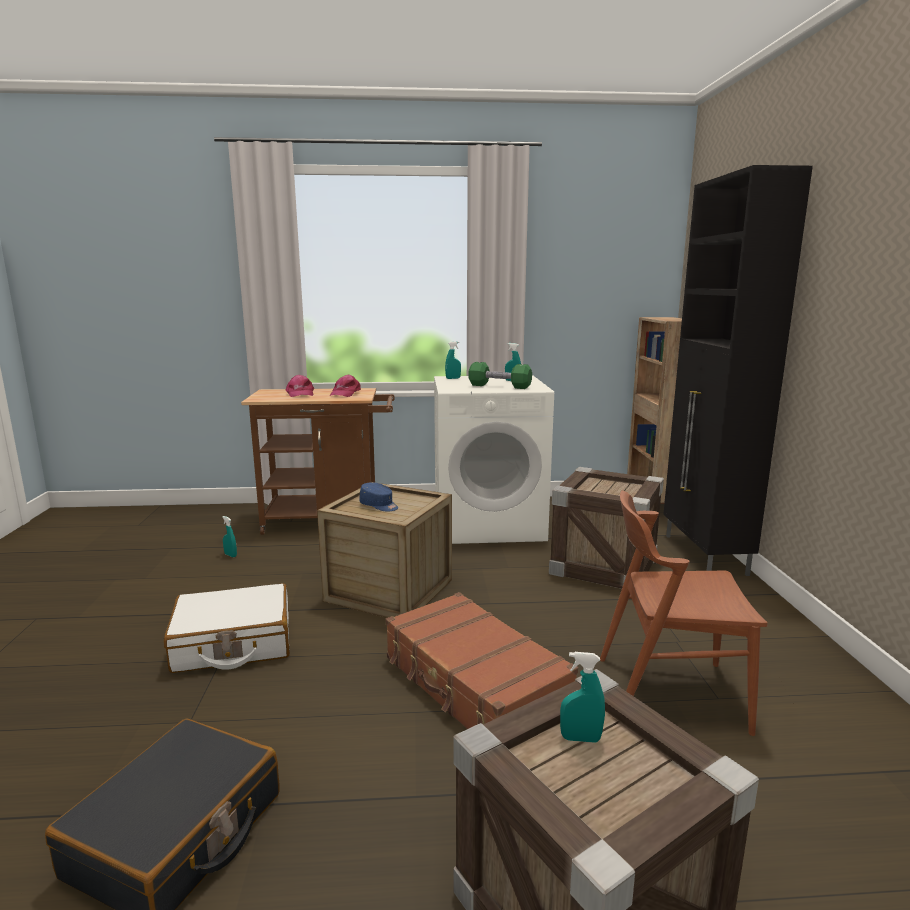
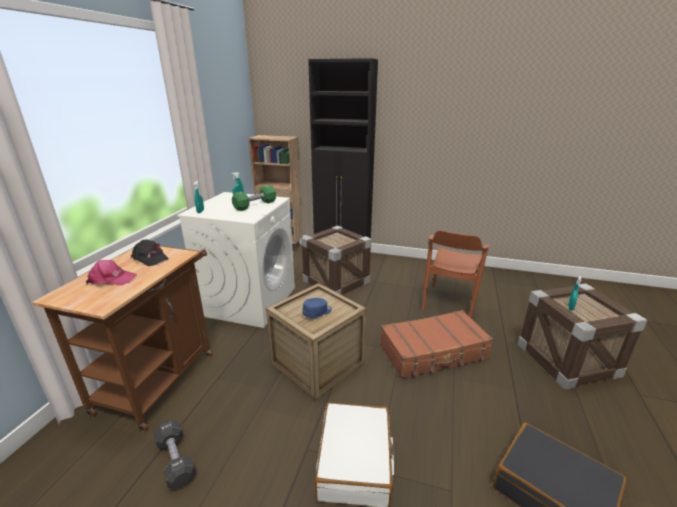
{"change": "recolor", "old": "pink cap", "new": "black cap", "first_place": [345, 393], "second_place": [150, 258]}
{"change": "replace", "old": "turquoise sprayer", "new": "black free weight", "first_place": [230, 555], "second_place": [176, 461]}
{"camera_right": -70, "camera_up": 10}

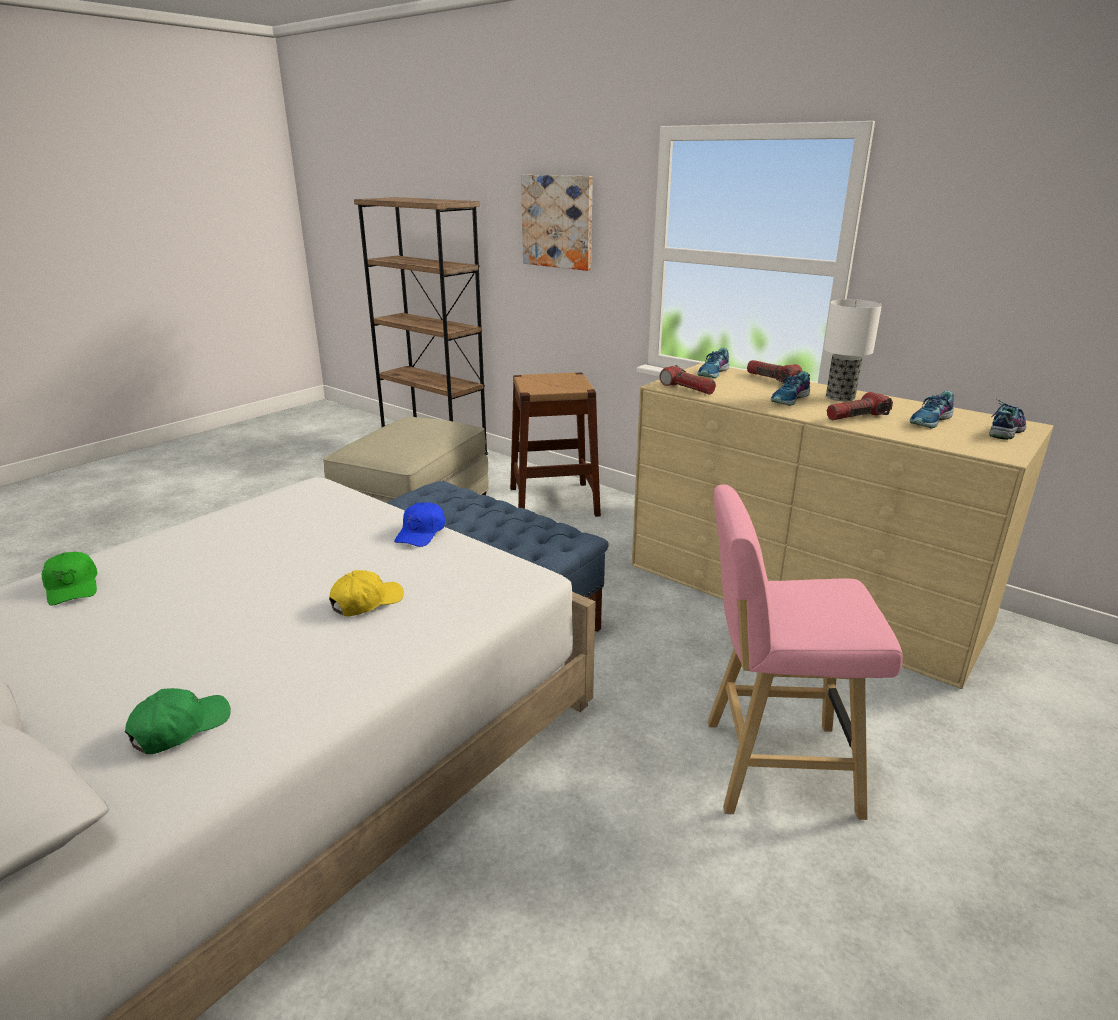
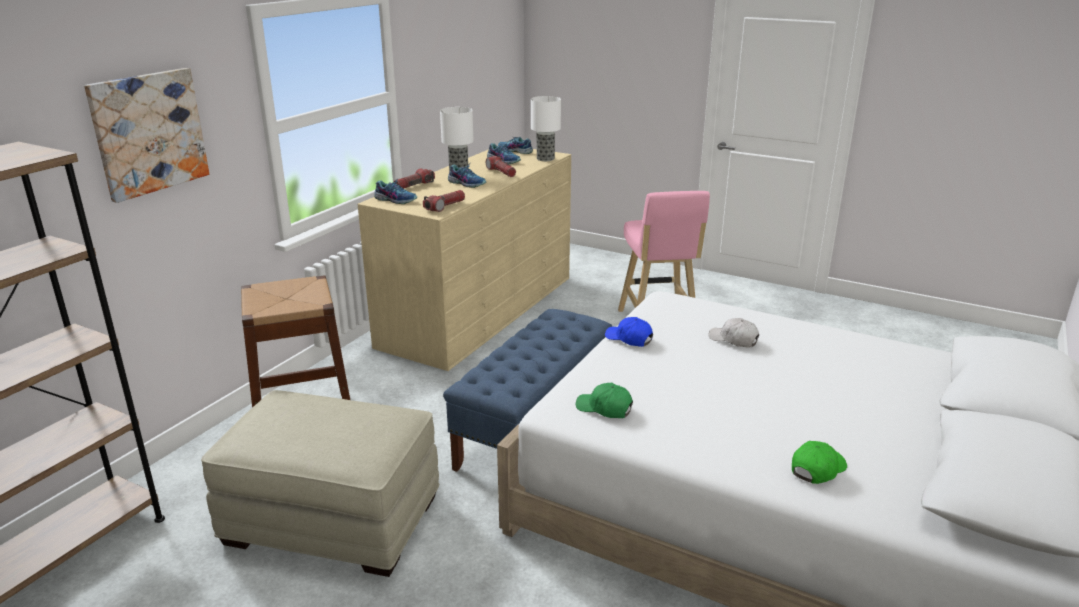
{"change": "rotate", "old": "blue-coloured cap", "first_place": [421, 533], "second_place": [629, 339], "degrees": -150}
{"change": "recolor", "old": "yellowish cap", "new": "white cap", "first_place": [366, 602], "second_place": [733, 340]}
{"change": "move", "old": "green cap", "first_place": [180, 728], "second_place": [604, 408]}
{"change": "insert", "new": "lamp for a table", "second_place": [545, 159]}
{"camera_right": -100, "camera_up": 0}

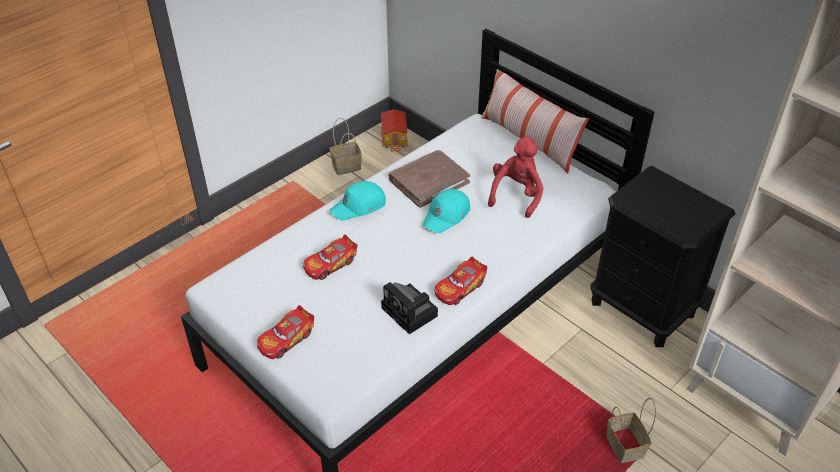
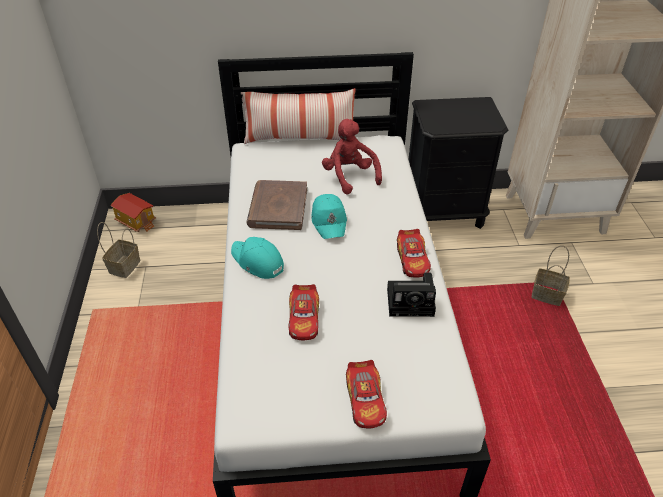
{"change": "rotate", "old": "turquoise cap", "first_place": [359, 206], "second_place": [257, 262], "degrees": 120}
{"camera_right": -50, "camera_up": 0}

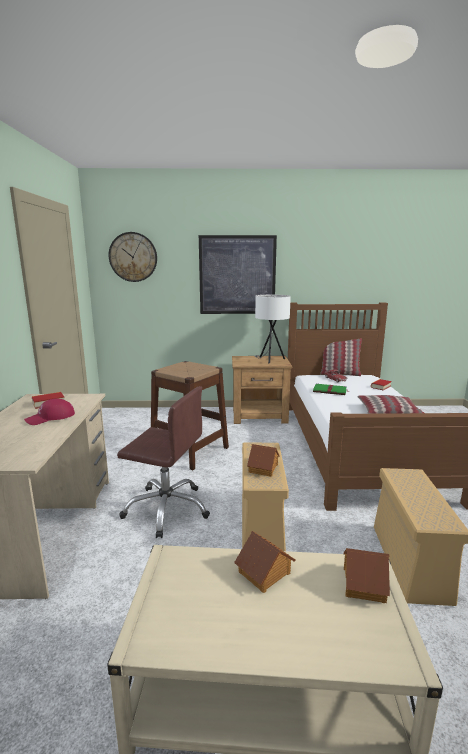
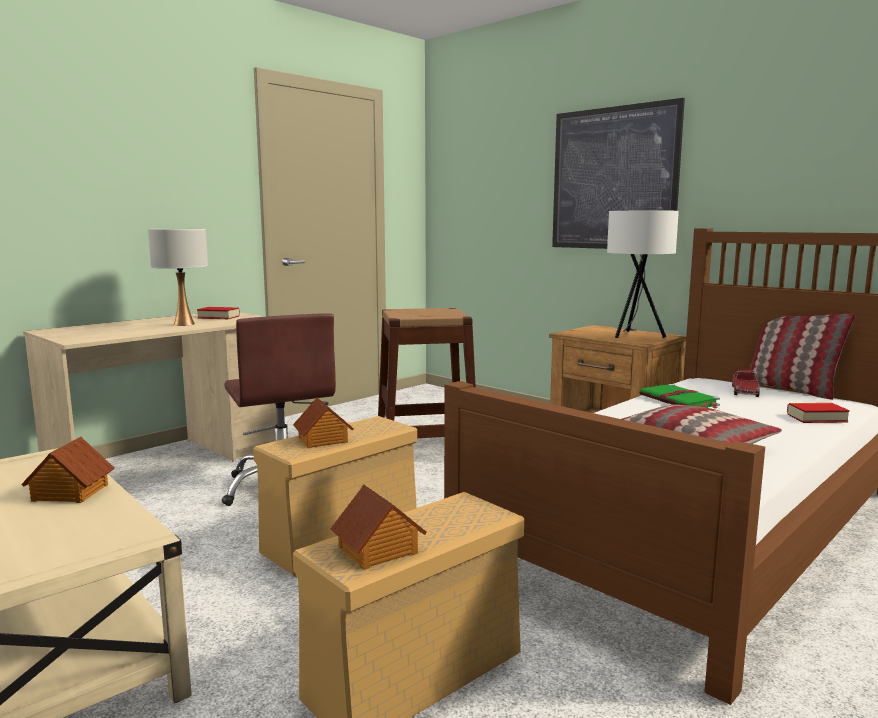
{"change": "delete", "old": "hanging clock", "first_place": [133, 257]}
{"change": "replace", "old": "red-coloured cap", "new": "white lamp for a table", "first_place": [50, 417], "second_place": [184, 324]}
{"change": "move", "old": "toy house", "first_place": [364, 584], "second_place": [378, 550]}
{"camera_right": 45, "camera_up": -5}

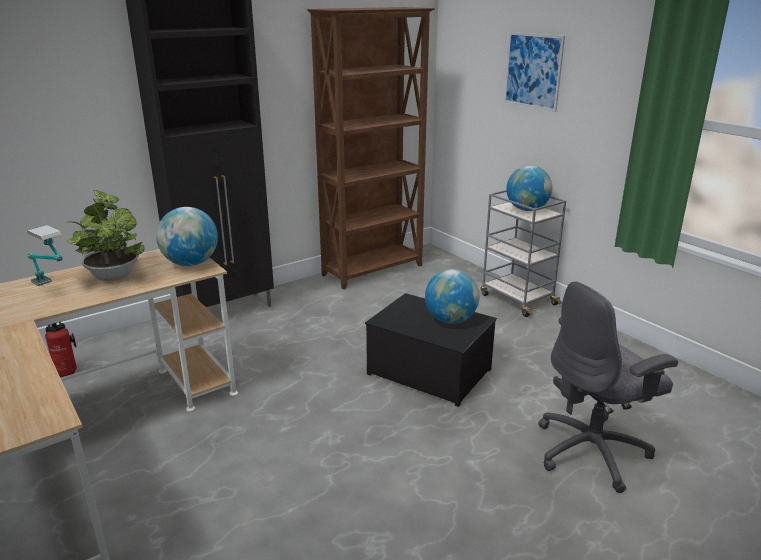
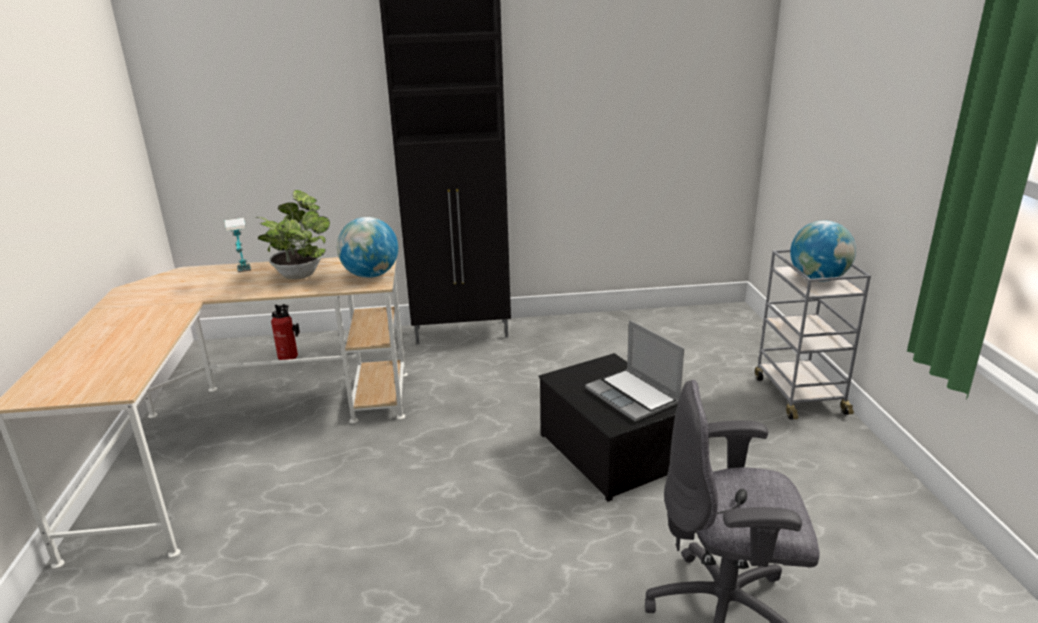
{"change": "delete", "old": "brownish bookcase", "first_place": [374, 270]}
{"change": "delete", "old": "picture", "first_place": [533, 71]}
{"change": "replace", "old": "globe", "new": "laptop", "first_place": [450, 320], "second_place": [634, 396]}
{"camera_right": 30, "camera_up": 0}

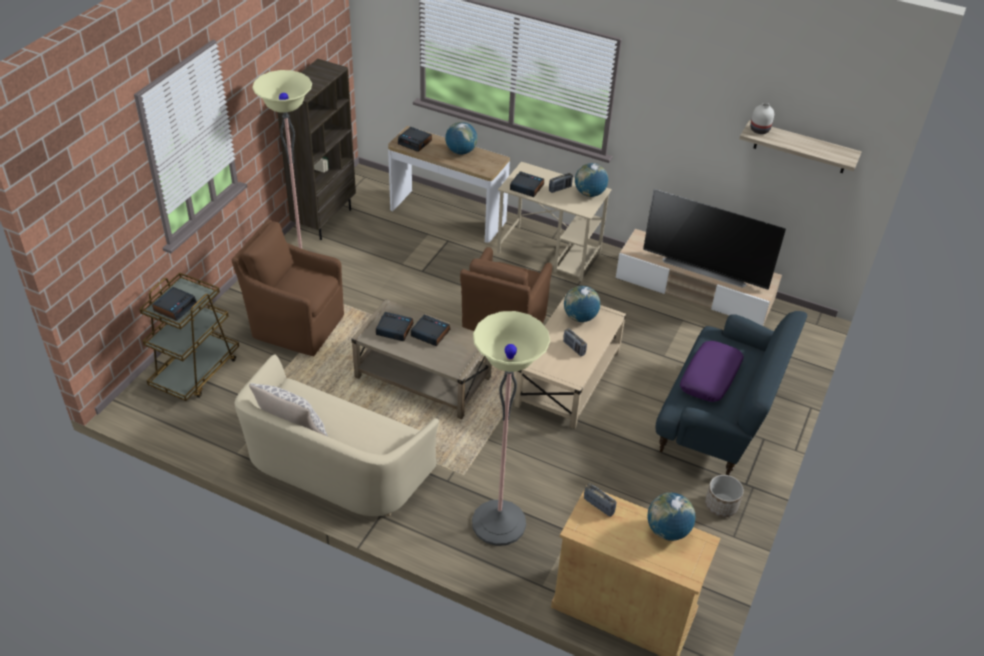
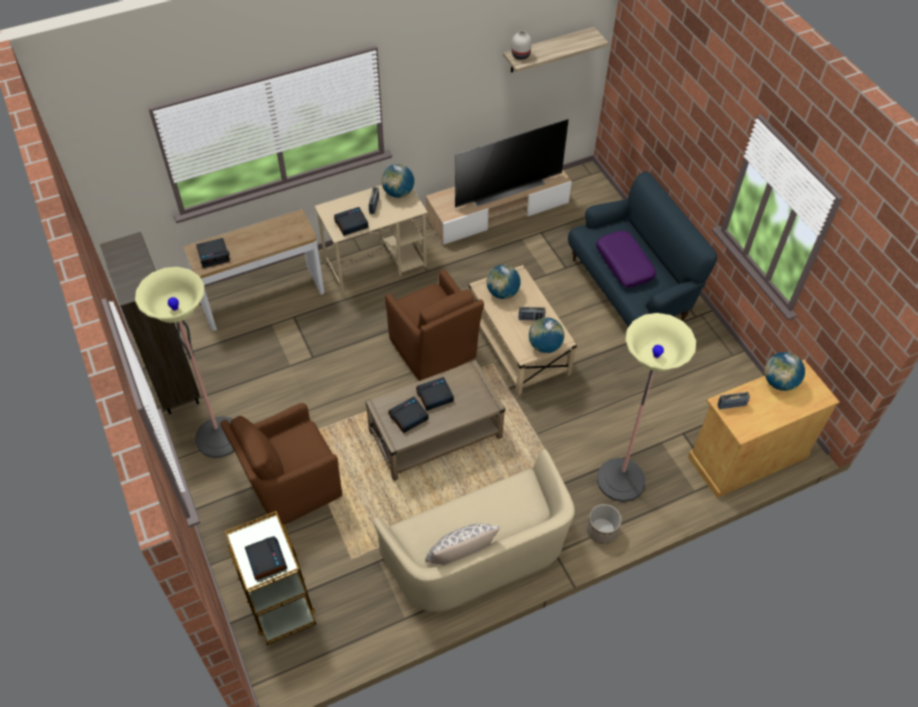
{"change": "move", "old": "globe", "first_place": [461, 151], "second_place": [545, 346]}
{"change": "move", "old": "flower pot", "first_place": [721, 505], "second_place": [601, 531]}
{"camera_right": -50, "camera_up": 10}

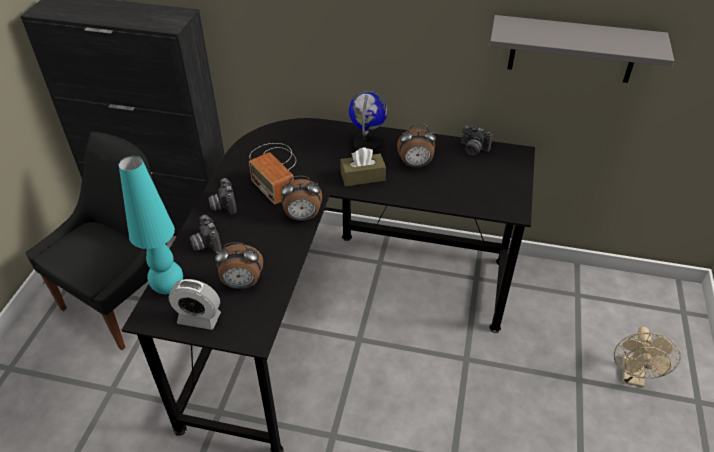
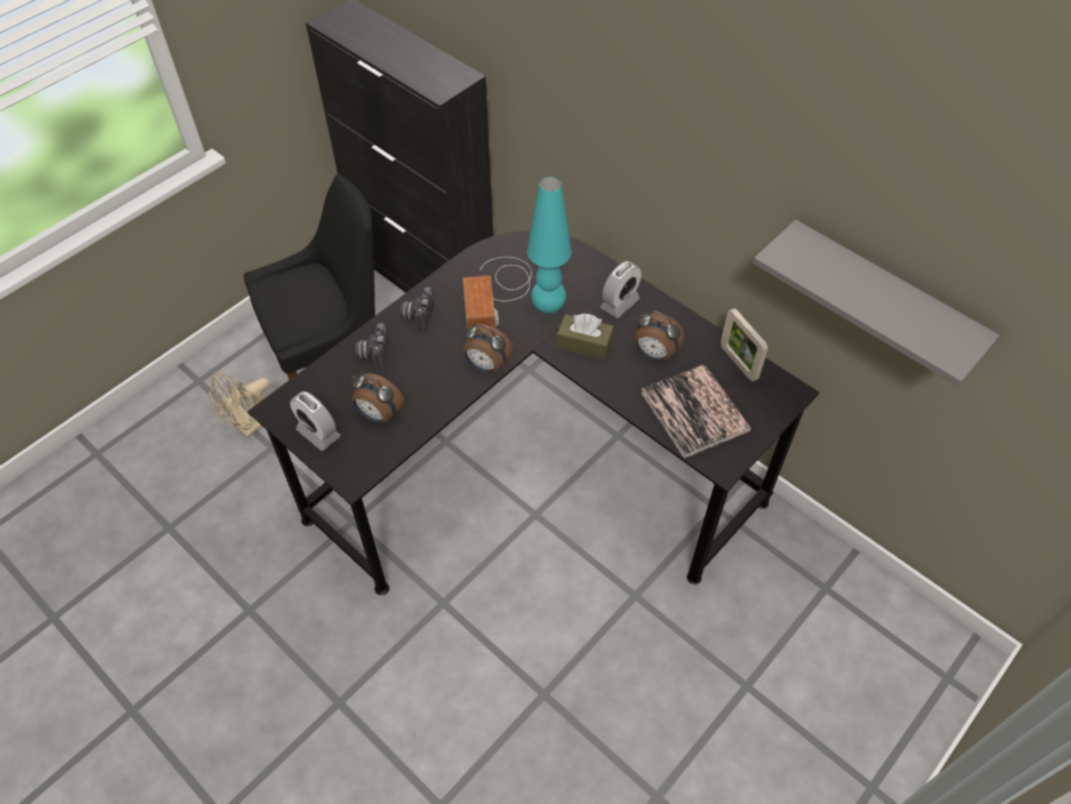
{"change": "replace", "old": "globe", "new": "bedside clock", "first_place": [367, 144], "second_place": [619, 303]}
{"change": "replace", "old": "photo camera", "new": "photo frame", "first_place": [473, 149], "second_place": [738, 363]}
{"change": "move", "old": "turquoise lamp for a table", "first_place": [169, 288], "second_place": [548, 308]}
{"change": "move", "old": "beige fan", "first_place": [632, 377], "second_place": [250, 426]}
{"change": "insert", "new": "bound book", "second_place": [694, 411]}
{"camera_right": 30, "camera_up": 10}

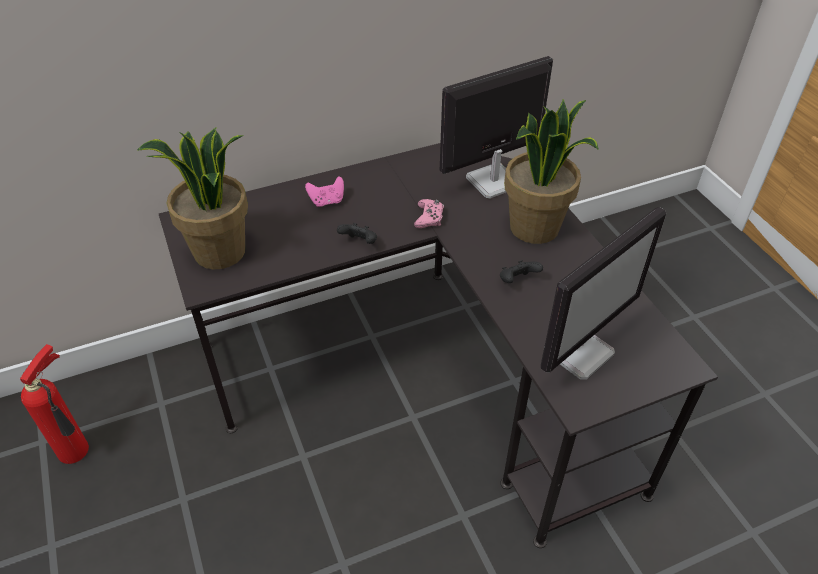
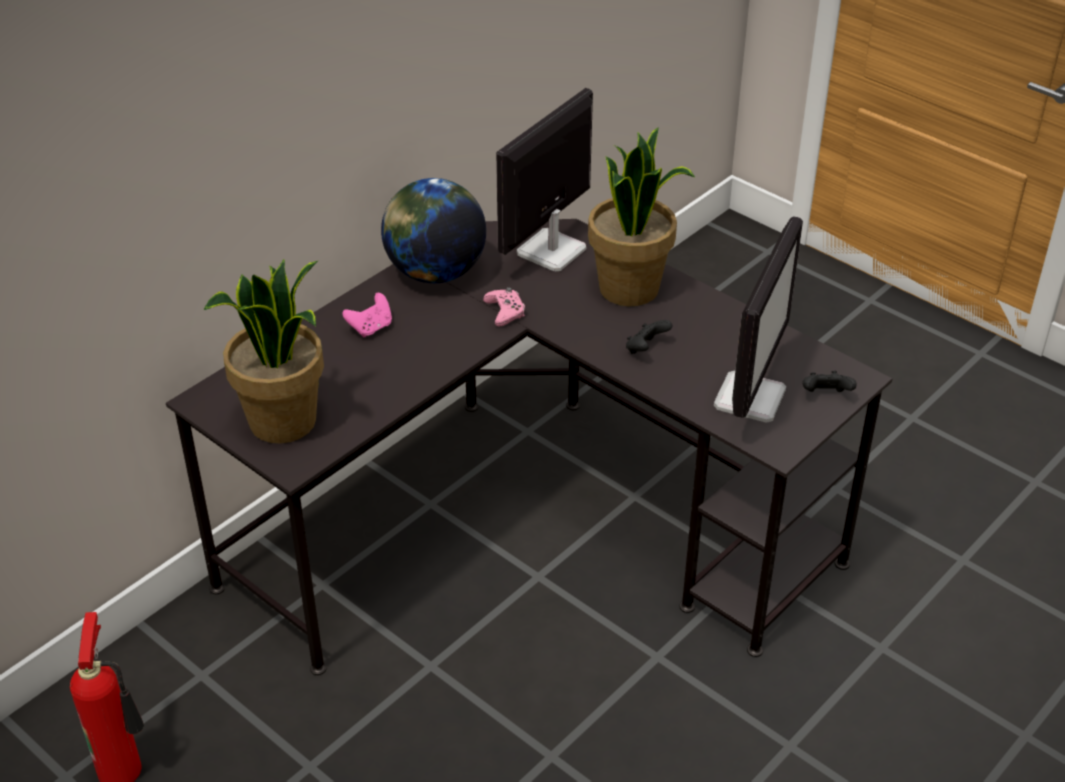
{"change": "move", "old": "black gamepad", "first_place": [359, 243], "second_place": [825, 395]}
{"change": "insert", "new": "globe", "second_place": [435, 272]}
{"camera_right": -25, "camera_up": -5}

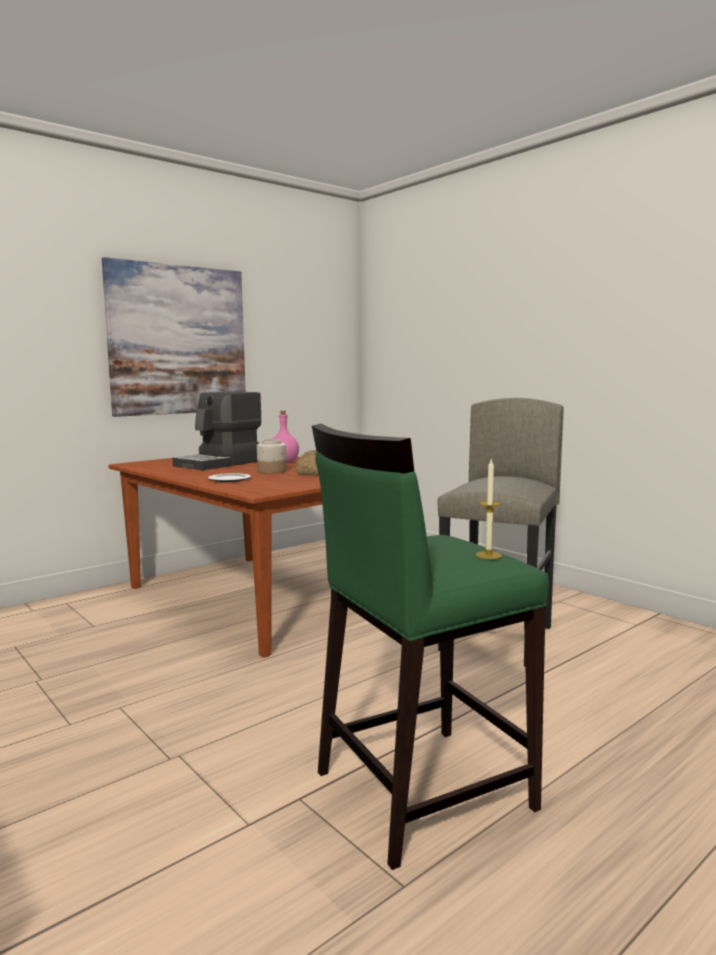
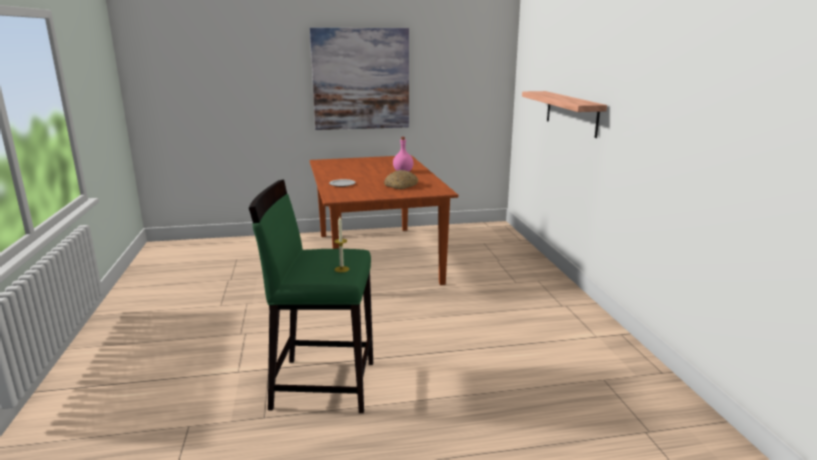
{"change": "delete", "old": "coffee machine", "first_place": [220, 463]}
{"change": "delete", "old": "greyish stool", "first_place": [498, 639]}
{"change": "delete", "old": "storage jar", "first_place": [272, 471]}
{"change": "insert", "new": "bracket shelf", "second_place": [571, 113]}
{"camera_right": 30, "camera_up": 10}

